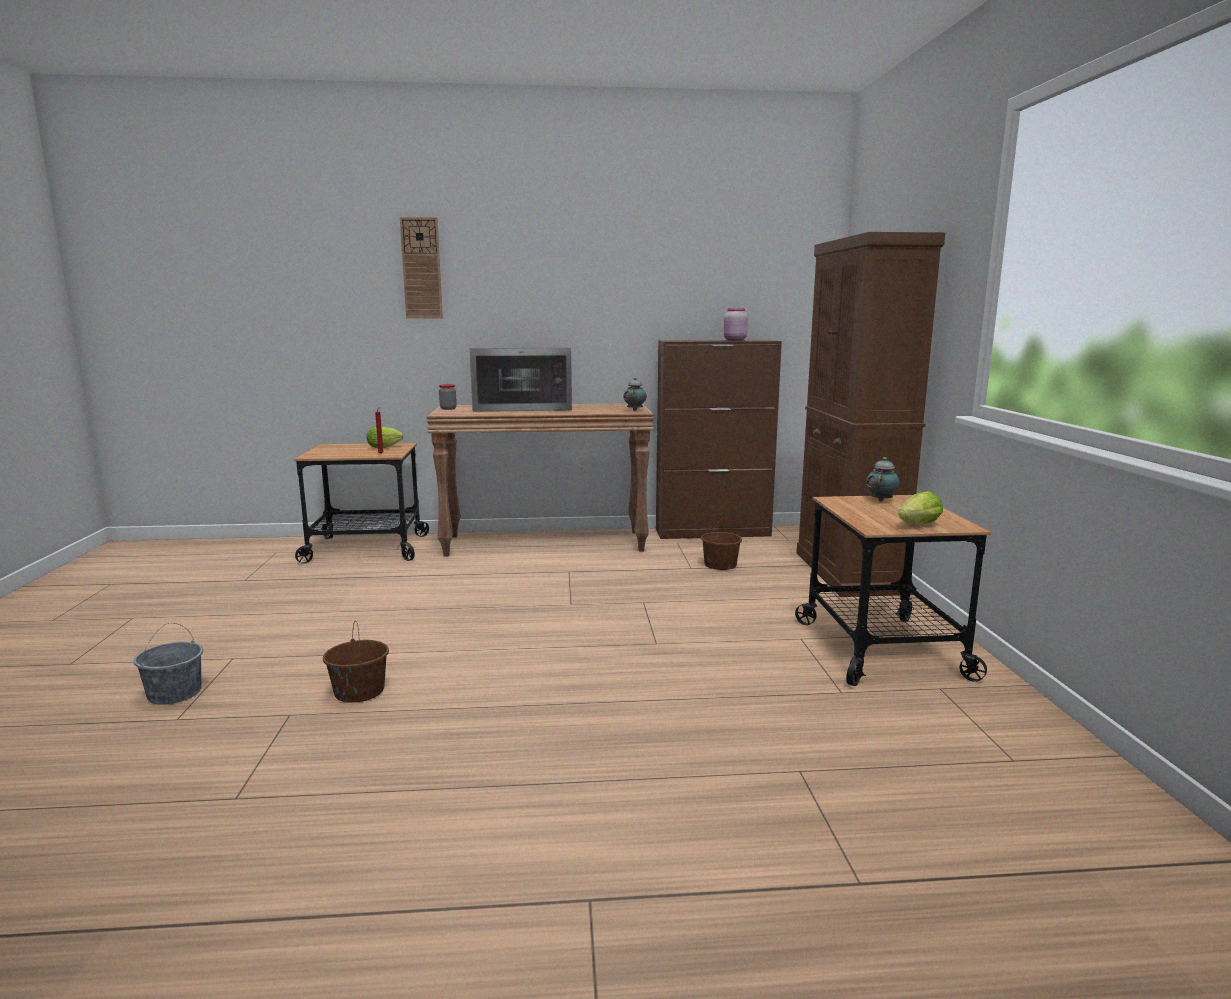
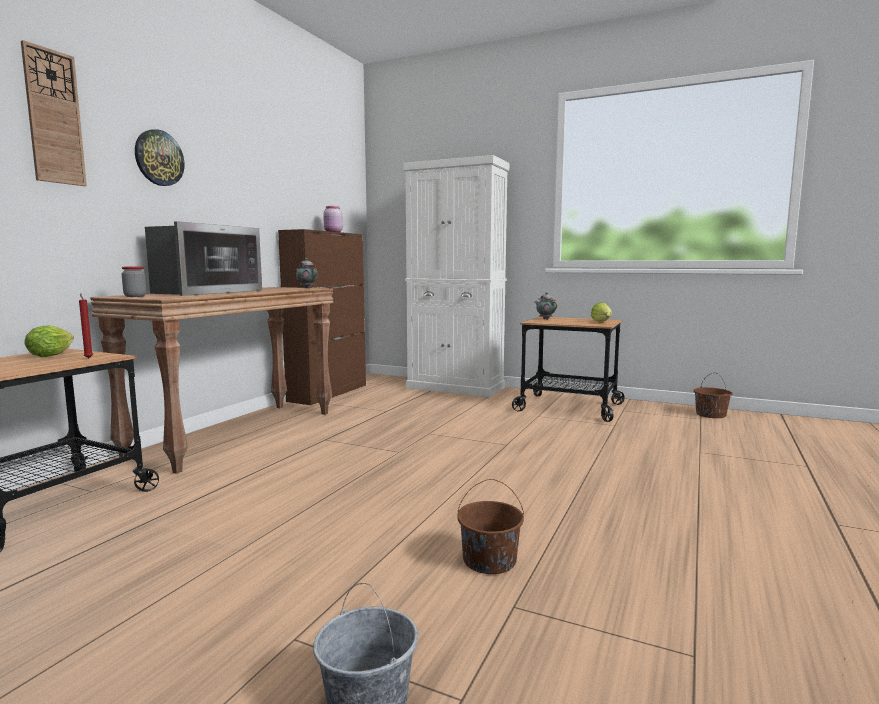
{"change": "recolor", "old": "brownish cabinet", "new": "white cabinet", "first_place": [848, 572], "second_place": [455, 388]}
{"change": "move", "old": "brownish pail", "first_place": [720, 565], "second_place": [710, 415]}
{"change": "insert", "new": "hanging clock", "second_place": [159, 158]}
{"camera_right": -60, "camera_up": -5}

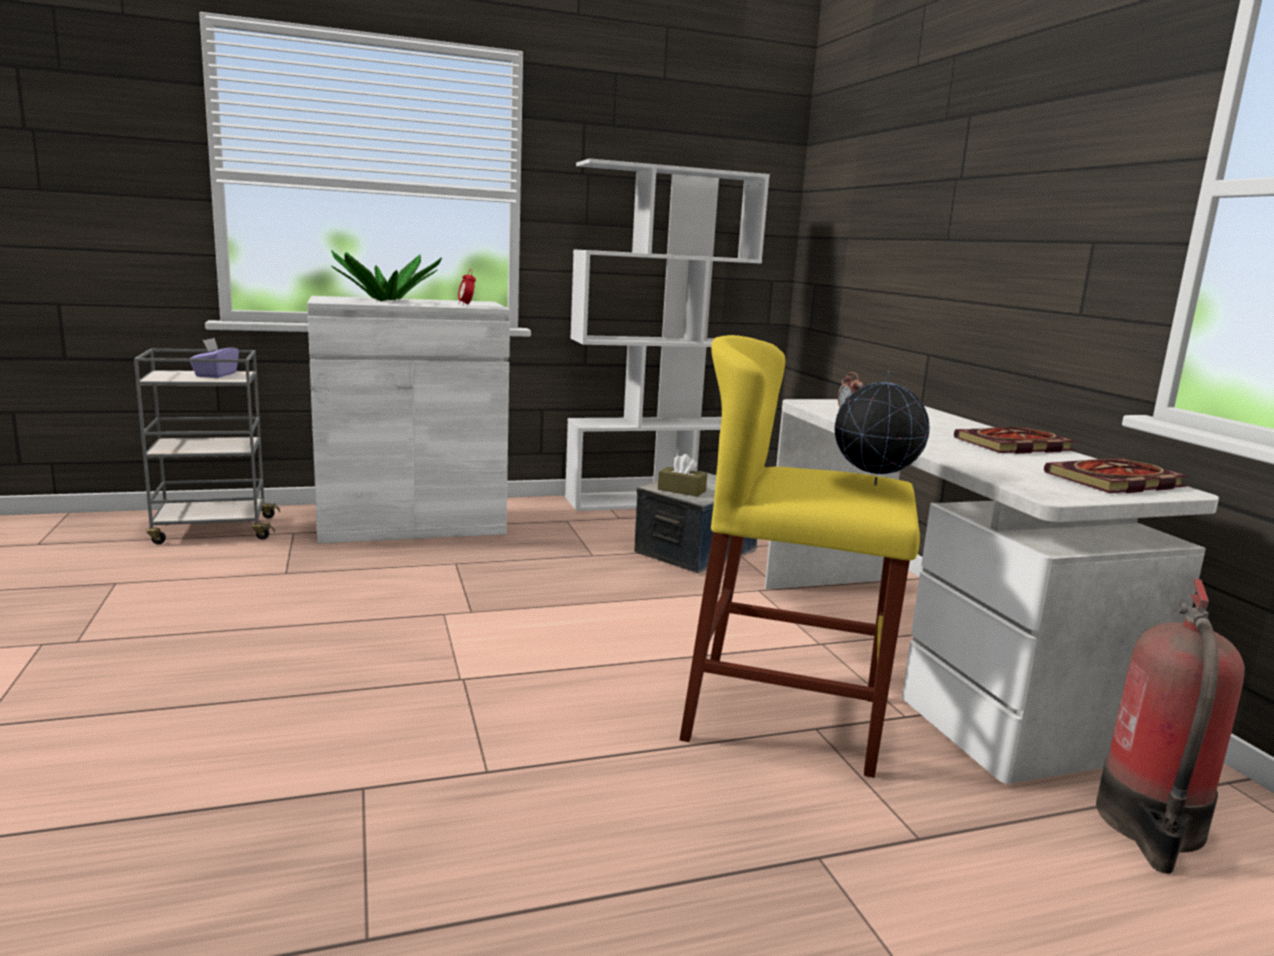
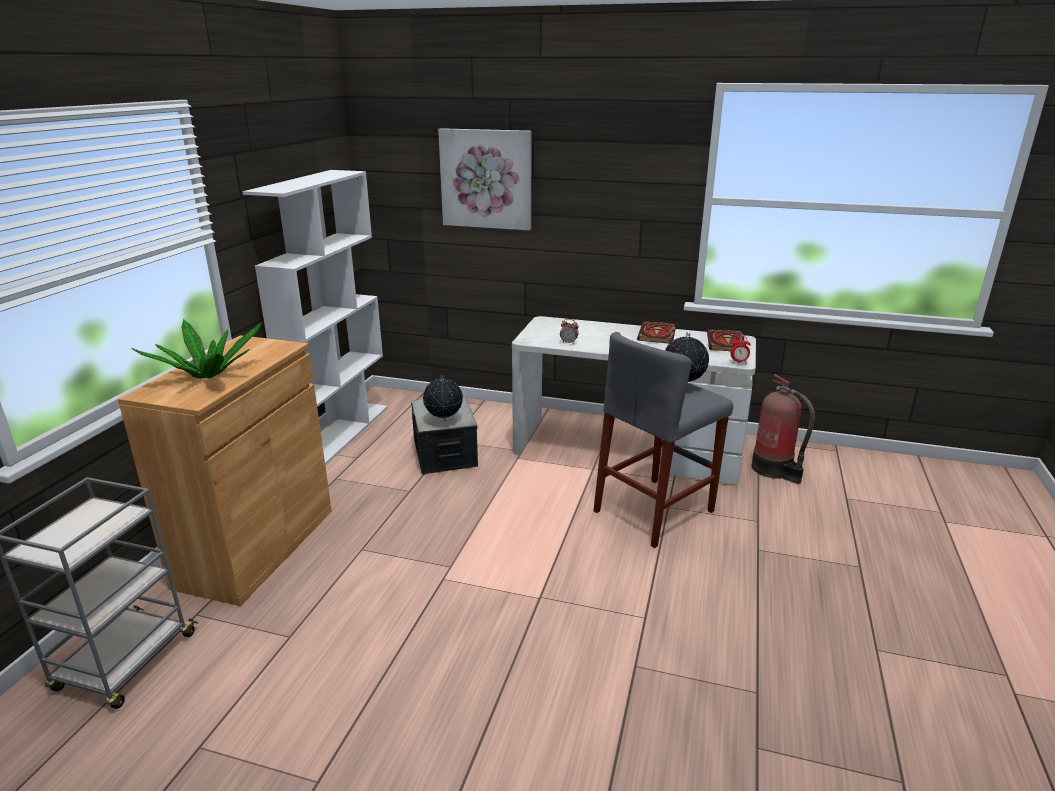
{"change": "move", "old": "bedside clock", "first_place": [466, 305], "second_place": [739, 362]}
{"change": "recolor", "old": "white cabinet", "new": "brownish cabinet", "first_place": [412, 524], "second_place": [256, 547]}
{"change": "recolor", "old": "yellowish stool", "new": "greyish stool", "first_place": [784, 718], "second_place": [654, 511]}
{"change": "delete", "old": "purplish box of tissues", "first_place": [215, 375]}
{"change": "replace", "old": "brownish box of tissues", "new": "globe", "first_place": [681, 490], "second_place": [444, 420]}
{"change": "insert", "new": "picture", "second_place": [486, 179]}
{"camera_right": -55, "camera_up": 10}

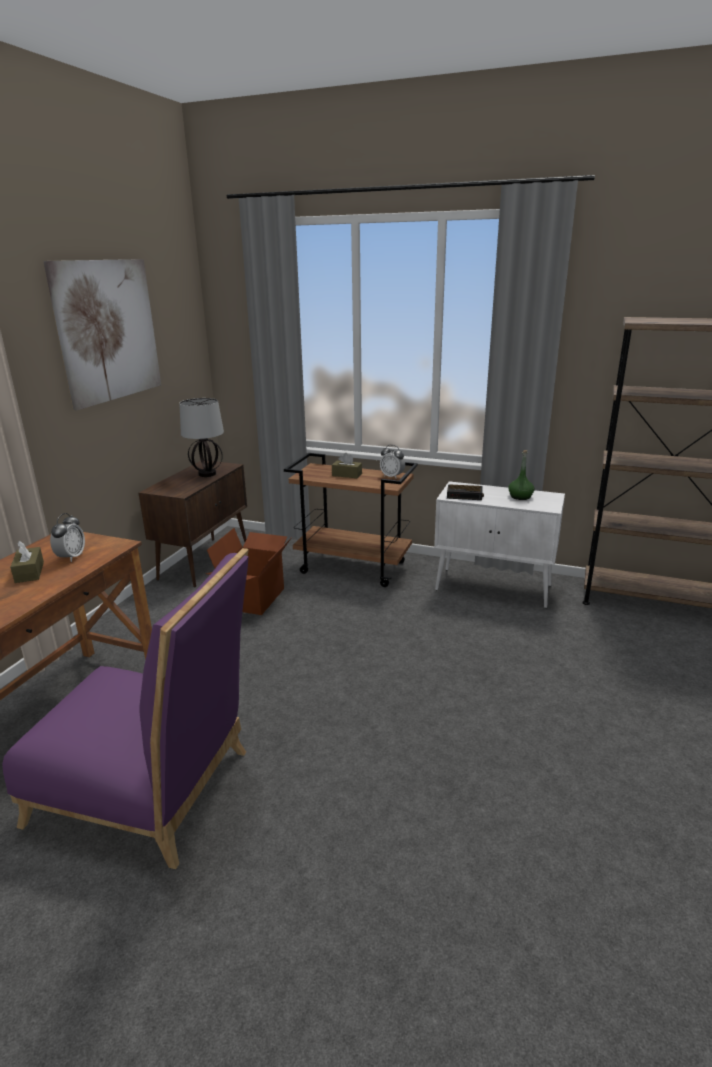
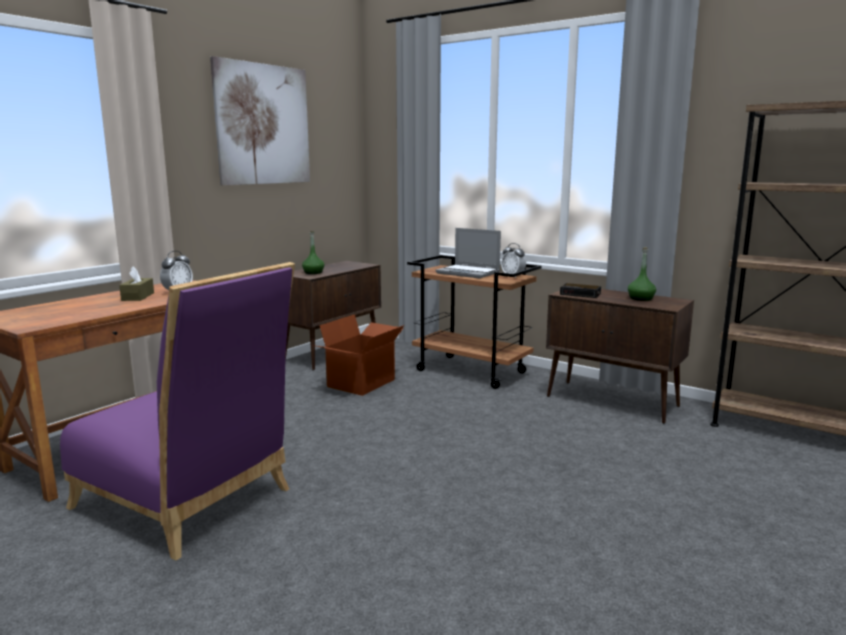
{"change": "delete", "old": "lamp for a table", "first_place": [207, 474]}
{"change": "replace", "old": "brownish box of tissues", "new": "laptop", "first_place": [347, 475], "second_place": [469, 273]}
{"change": "recolor", "old": "white cabinet", "new": "brownish cabinet", "first_place": [494, 588], "second_place": [613, 402]}
{"change": "insert", "new": "green drink bottle", "second_place": [313, 273]}
{"camera_right": 15, "camera_up": -10}

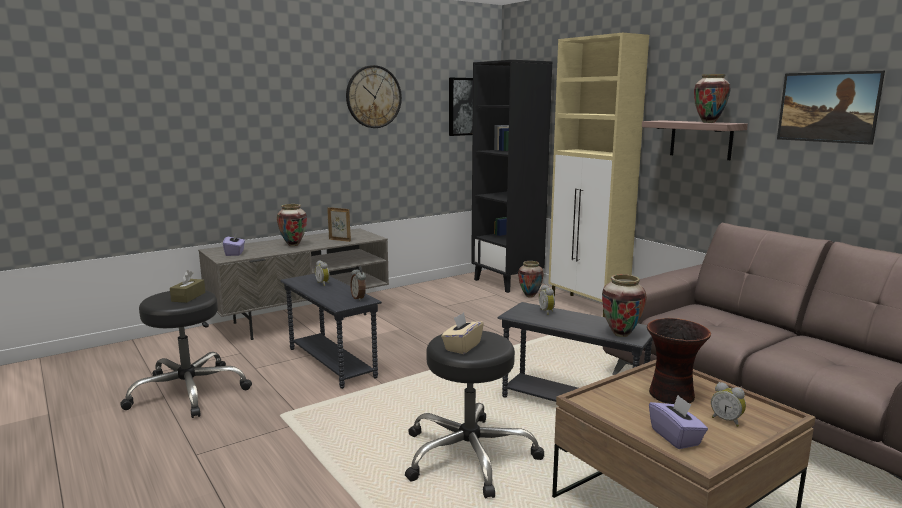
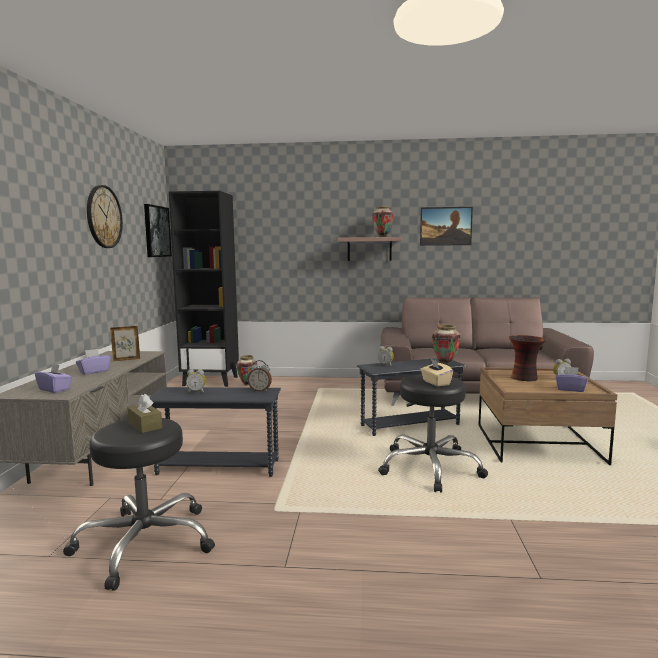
{"change": "delete", "old": "beige cabinet", "first_place": [587, 307]}
{"change": "replace", "old": "flower vase", "new": "purplish box of tissues", "first_place": [293, 245], "second_place": [94, 371]}
{"camera_right": -50, "camera_up": -5}

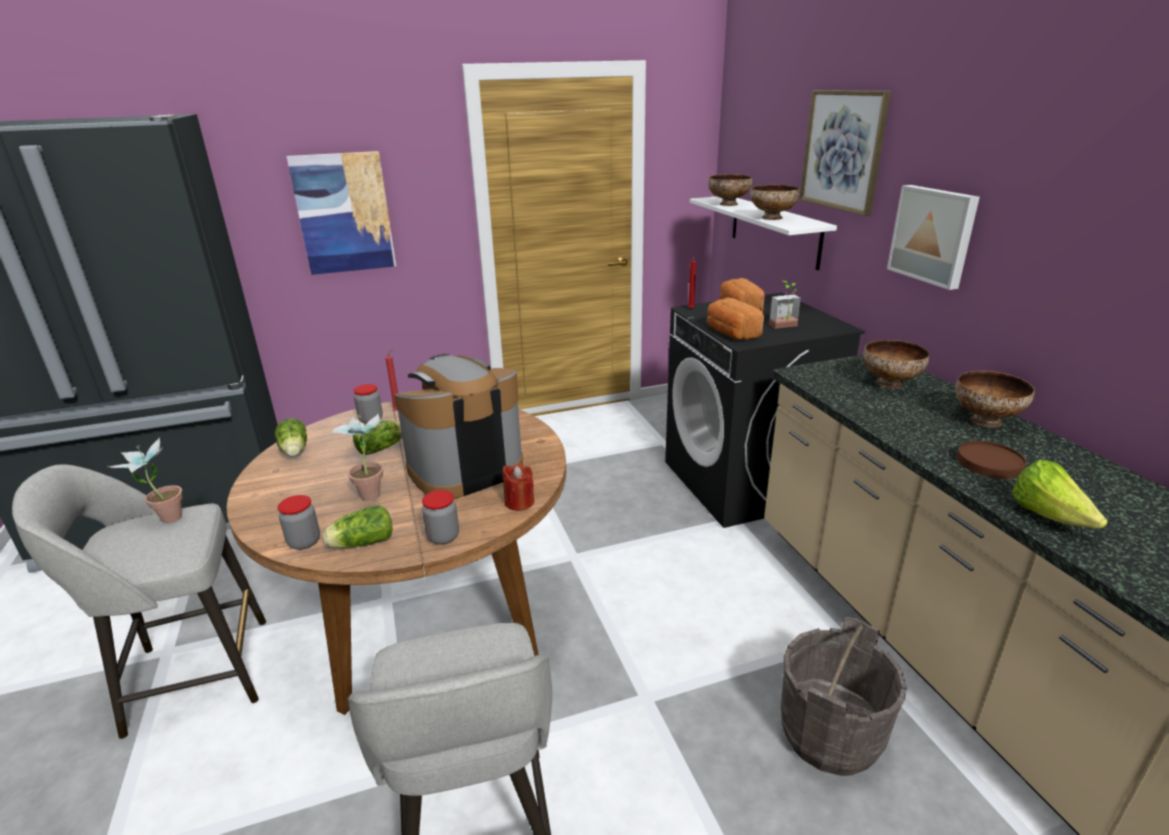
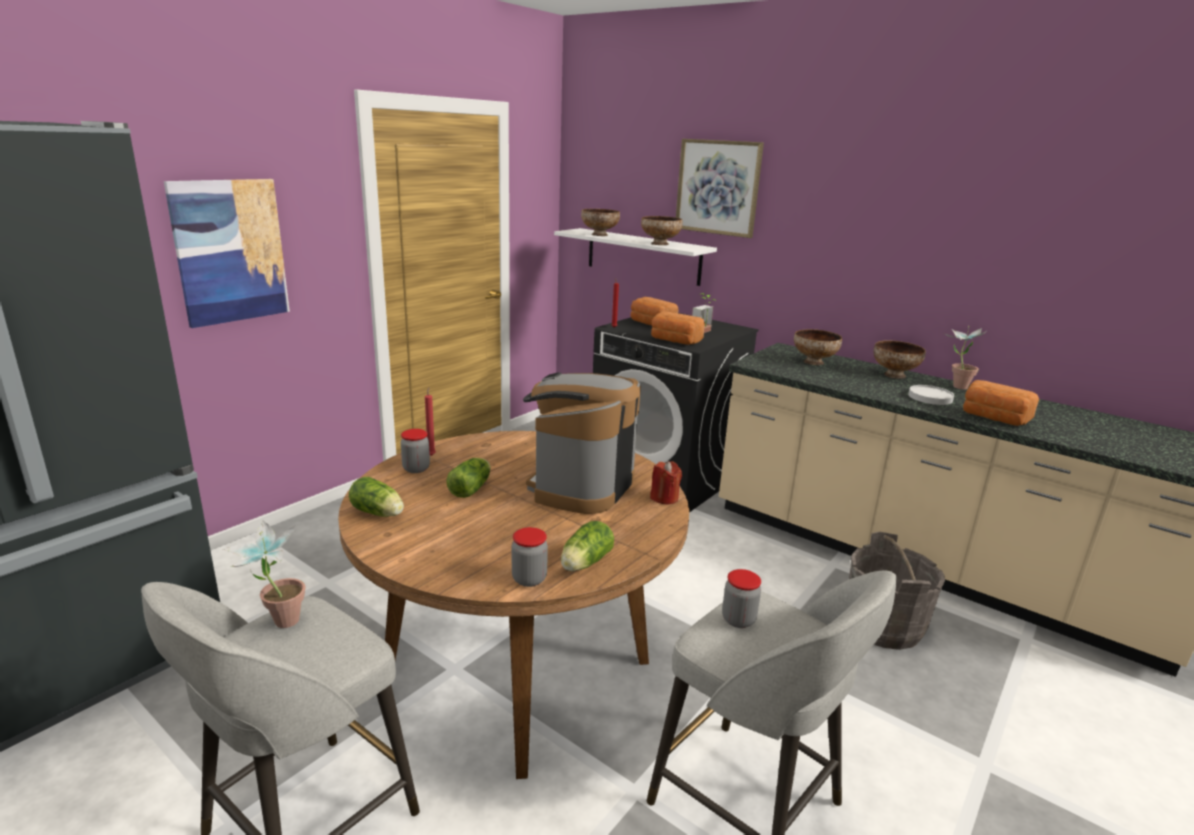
{"change": "delete", "old": "picture", "first_place": [933, 235]}
{"change": "move", "old": "plant in a pot", "first_place": [373, 491], "second_place": [955, 385]}
{"change": "recolor", "old": "brownish plate", "new": "white plate", "first_place": [990, 463], "second_place": [930, 397]}
{"change": "replace", "old": "head of lettuce", "new": "bakery bread", "first_place": [1048, 516], "second_place": [993, 418]}
{"change": "move", "old": "storage jar", "first_place": [443, 537], "second_place": [738, 620]}
{"camera_right": -35, "camera_up": -5}

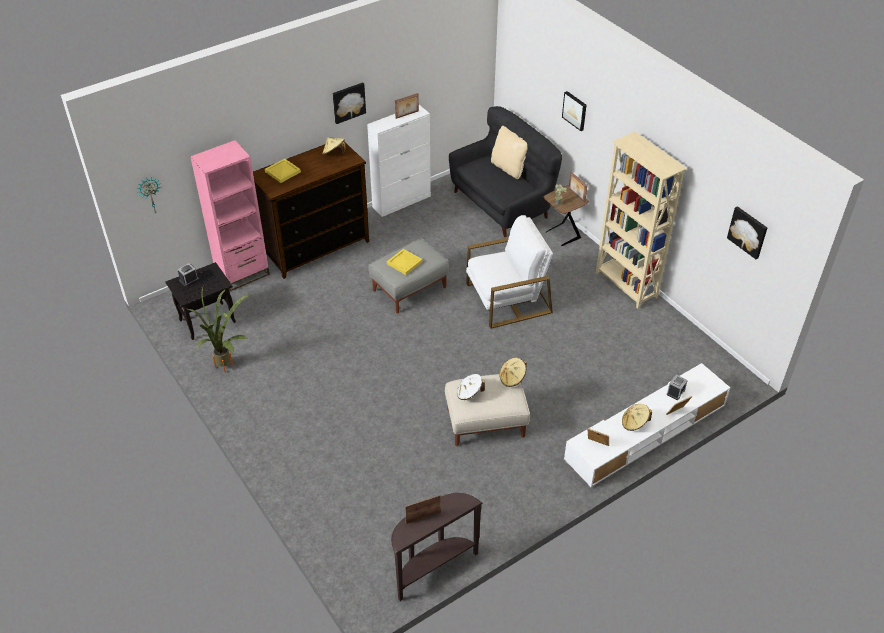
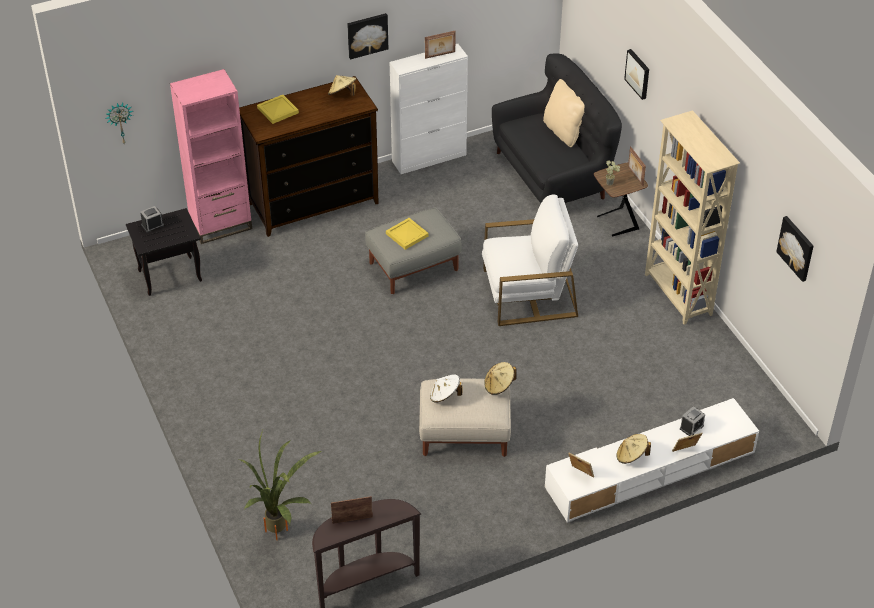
{"change": "move", "old": "plant in a pot", "first_place": [227, 369], "second_place": [280, 535]}
{"camera_right": 10, "camera_up": 0}

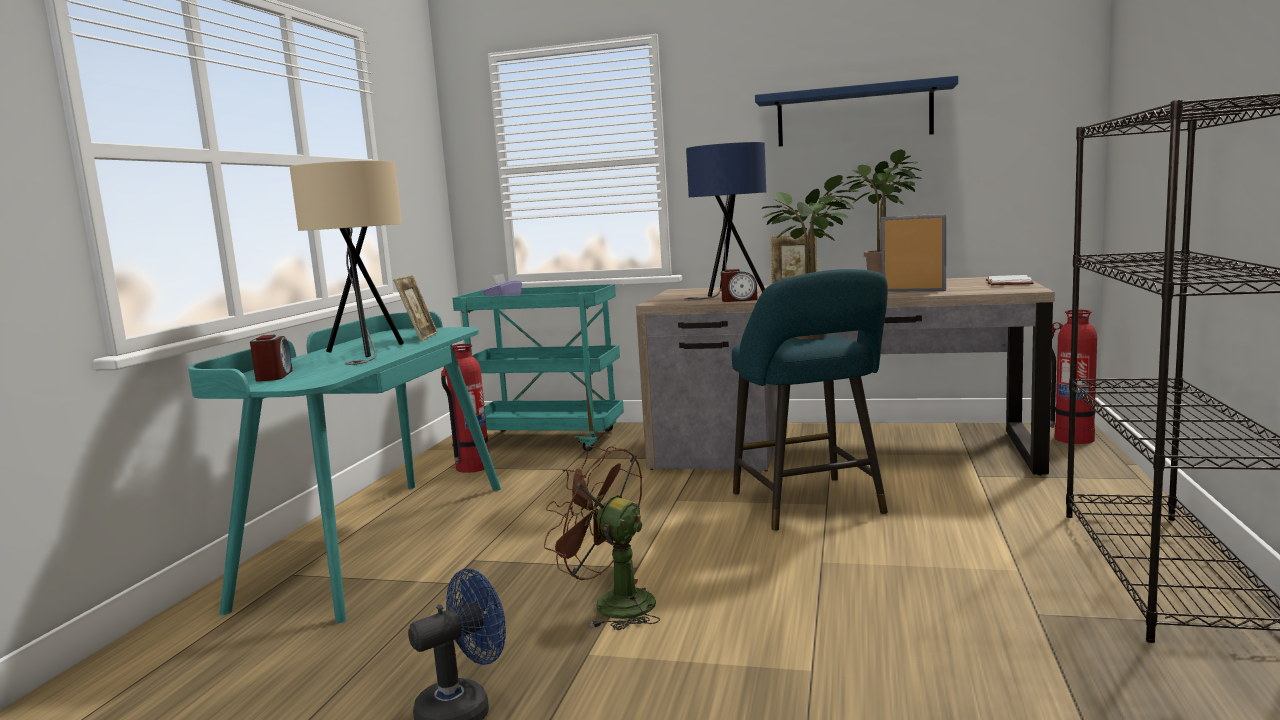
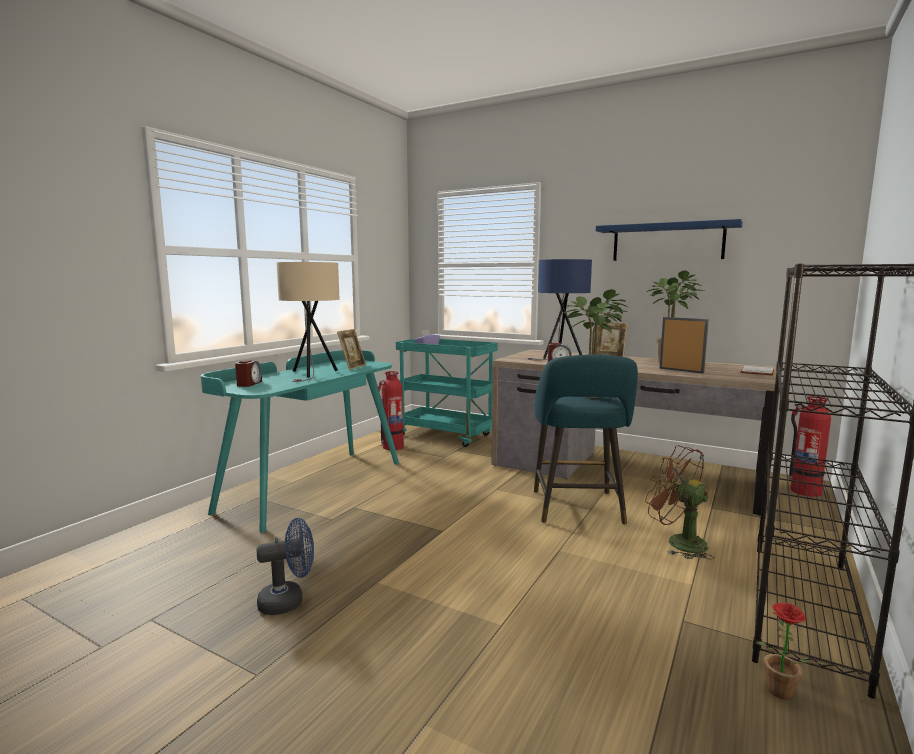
{"change": "move", "old": "brownish fan", "first_place": [611, 604], "second_place": [678, 542]}
{"change": "insert", "new": "plant in a pot", "second_place": [777, 693]}
{"camera_right": 15, "camera_up": 0}

